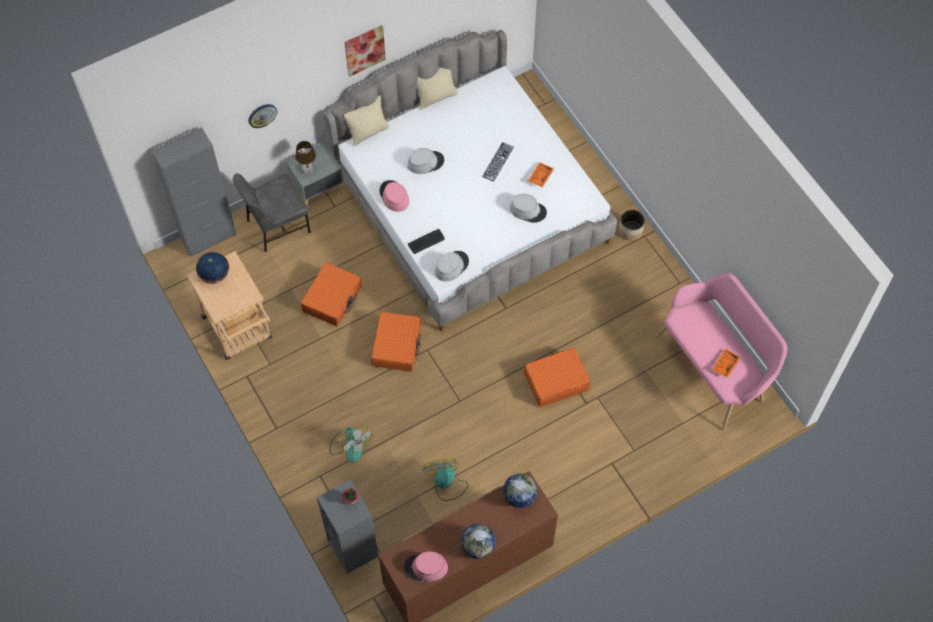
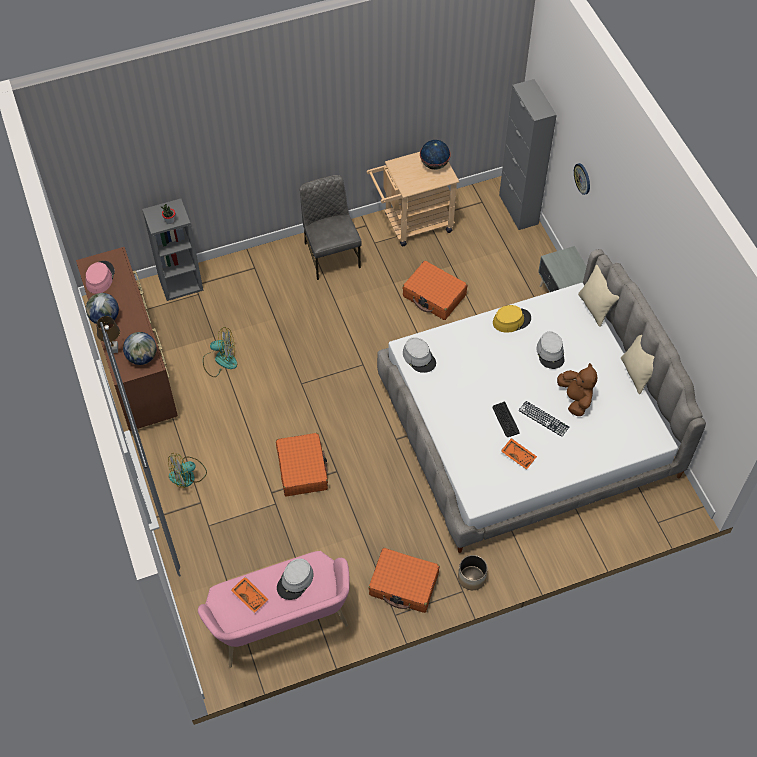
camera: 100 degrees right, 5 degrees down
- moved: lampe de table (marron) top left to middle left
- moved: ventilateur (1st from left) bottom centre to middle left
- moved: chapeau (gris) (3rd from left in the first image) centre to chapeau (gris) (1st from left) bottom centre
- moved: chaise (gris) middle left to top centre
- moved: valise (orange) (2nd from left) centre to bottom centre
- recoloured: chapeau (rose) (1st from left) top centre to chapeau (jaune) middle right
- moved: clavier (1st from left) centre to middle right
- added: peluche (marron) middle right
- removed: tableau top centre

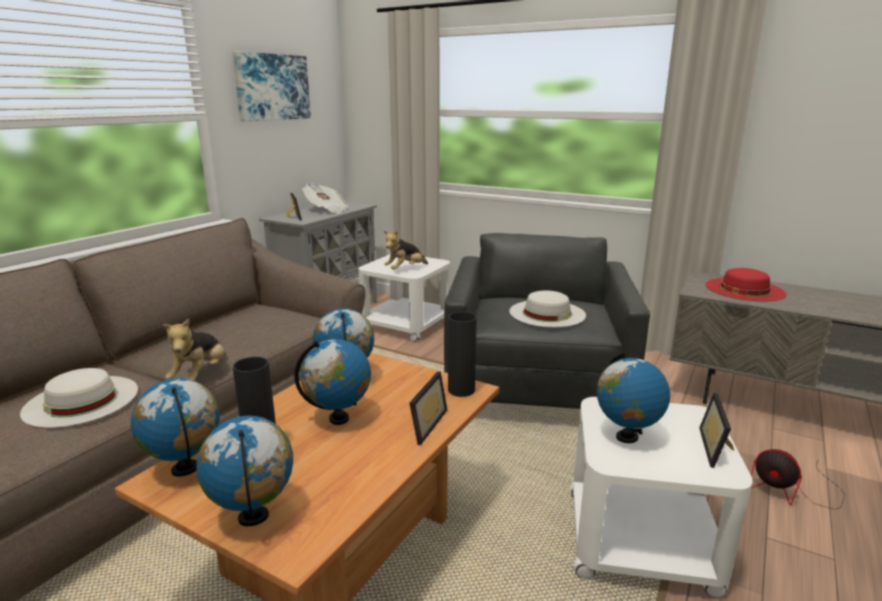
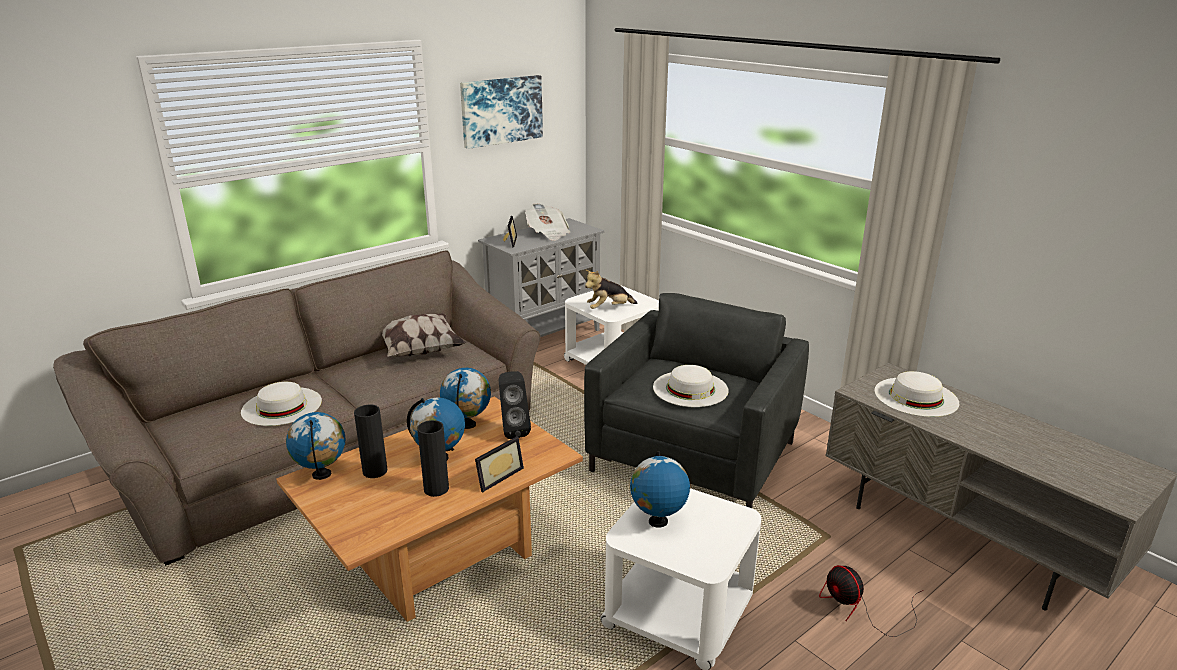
camera: 20 degrees right, 5 degrees up
- added: coussin centre
- moved: vase (noir) (2nd from left) centre to bottom centre
- added: enceinte (noir) centre
- recoloured: chapeau (rouge) middle right to chapeau (blanc) (3rd from left) middle right
- removed: peluche (1st from left) middle left
- removed: globe (2nd from left) bottom left
- removed: cadre photo (3rd from left) bottom right

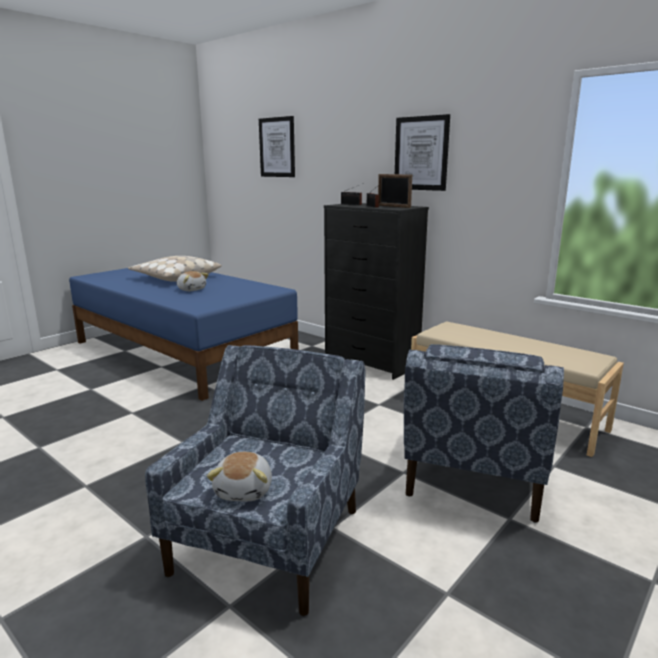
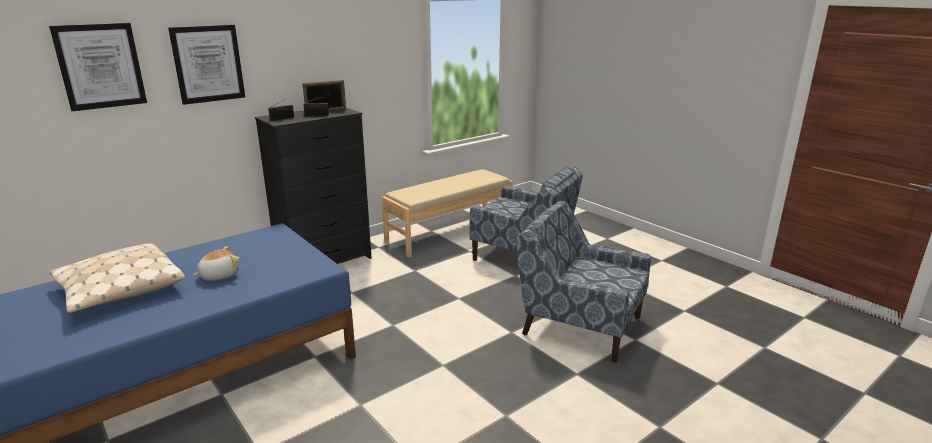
camera: 80 degrees left, 5 degrees up
- moved: tableau (2nd from left) top centre to top left
- removed: peluche (2nd from left) bottom centre

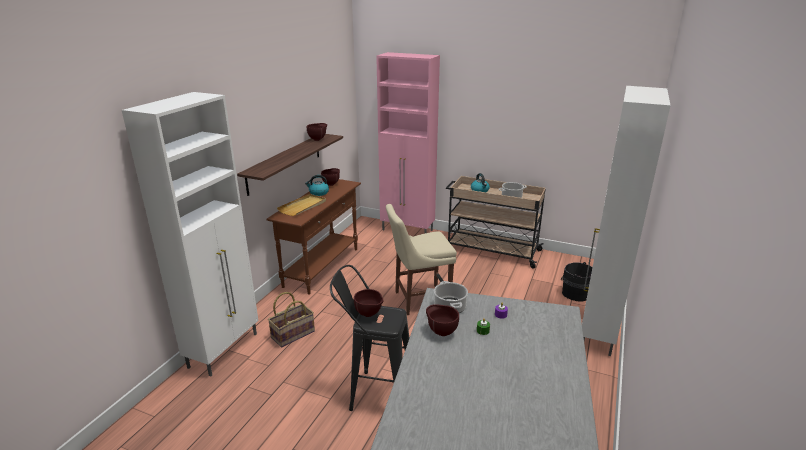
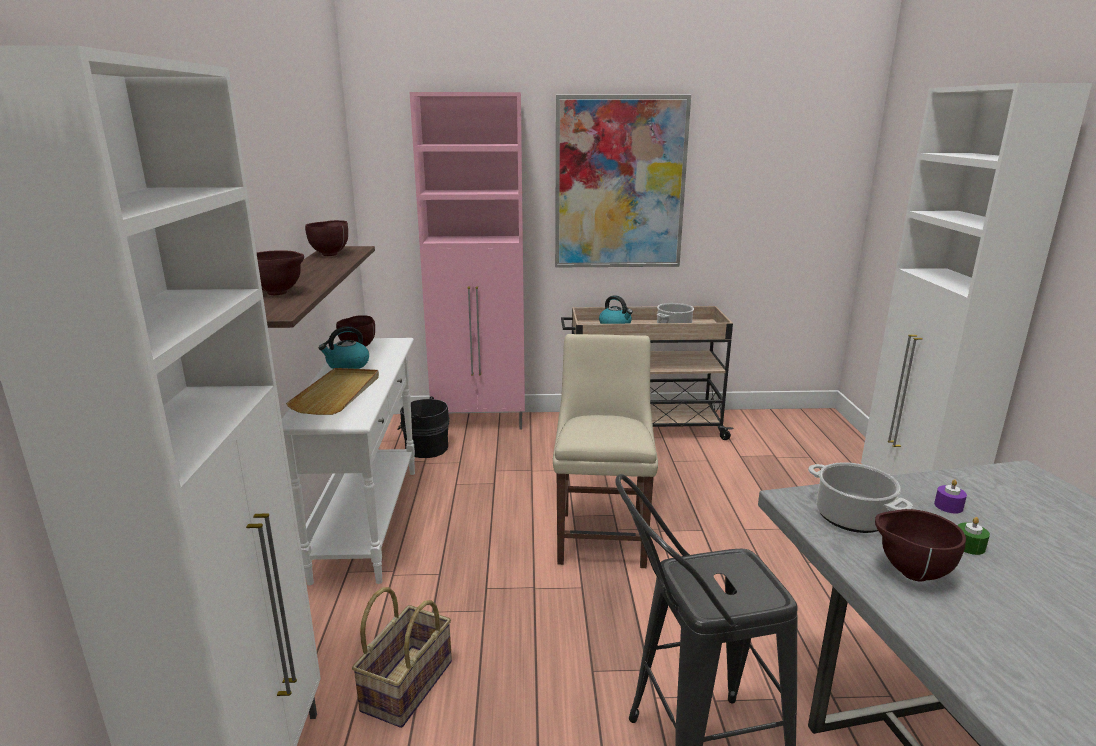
camera: 25 degrees left, 5 degrees down
- moved: bol (marron) (3rd from left in the first image) bottom centre to bol (marron) (1st from left) middle left
- recoloured: table console (marron) centre to table console (blanc) middle left
- moved: seau (noir) middle right to centre
- turned: chaise (beige) centre = centre 135 degrees clockwise
- added: tableau top centre

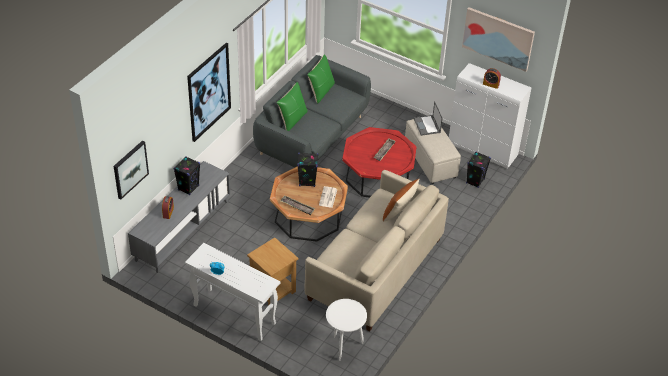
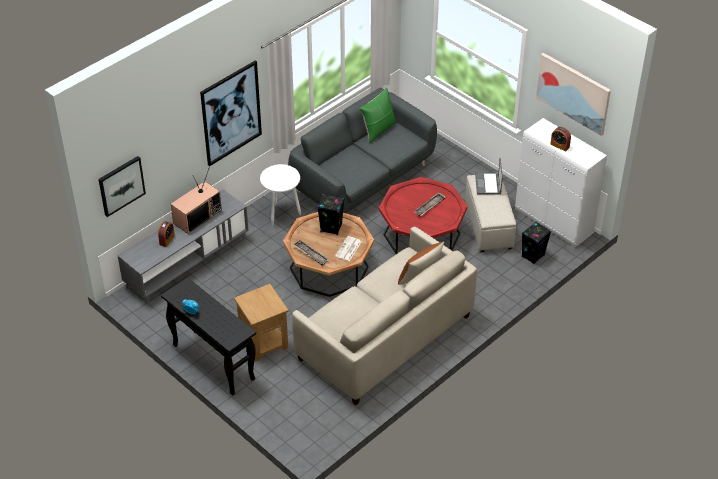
camera: 15 degrees right, 0 degrees up
- recoloured: table console (blanc) bottom centre to table console (noir) bottom left
- replaced: enceinte (noir) (1st from left) middle left to téléviseur middle left
- moved: table d'appoint (blanc) bottom centre to centre
- removed: coussin (vert) (1st from left) top centre

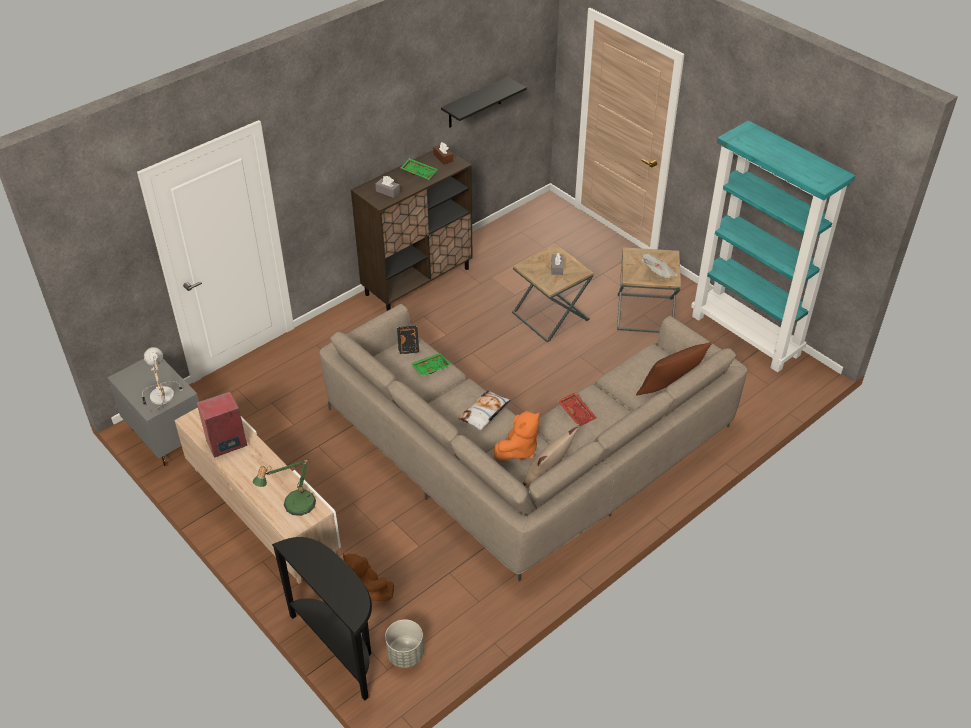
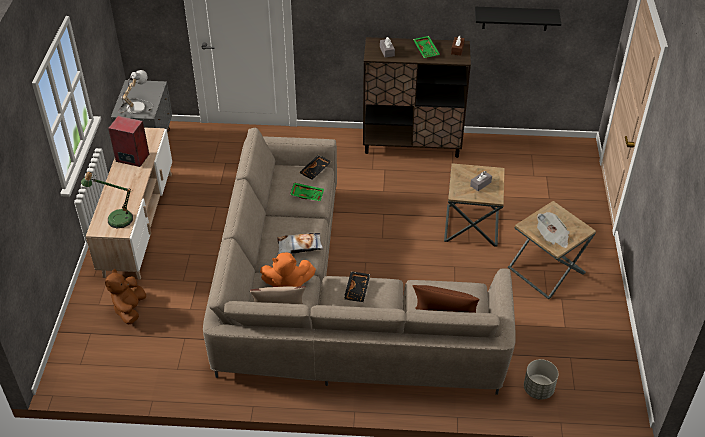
camera: 45 degrees right, 0 degrees up
- recoloured: plateau (rouge) centre to plateau (noir) (2nd from left) centre
- moved: cache-pot (gris) bottom centre to bottom right
- removed: table console (noir) bottom left
- removed: bibliothèque (turquoise) middle right

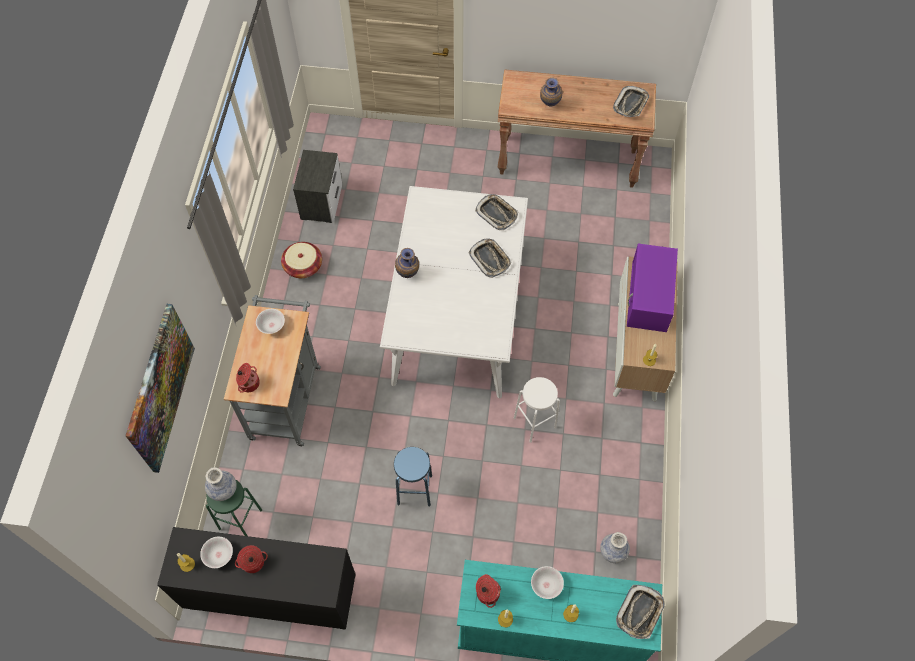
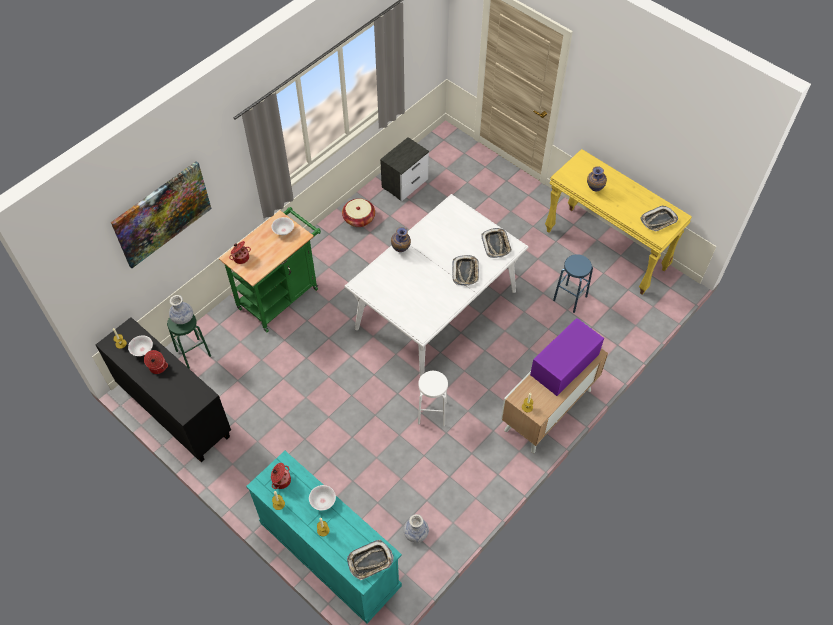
camera: 35 degrees right, 5 degrees down
- recoloured: chariot (gris) middle left to chariot (vert) middle left
- recoloured: table console (marron) top centre to table console (jaune) middle right
- moved: tabouret (bleu) bottom centre to middle right

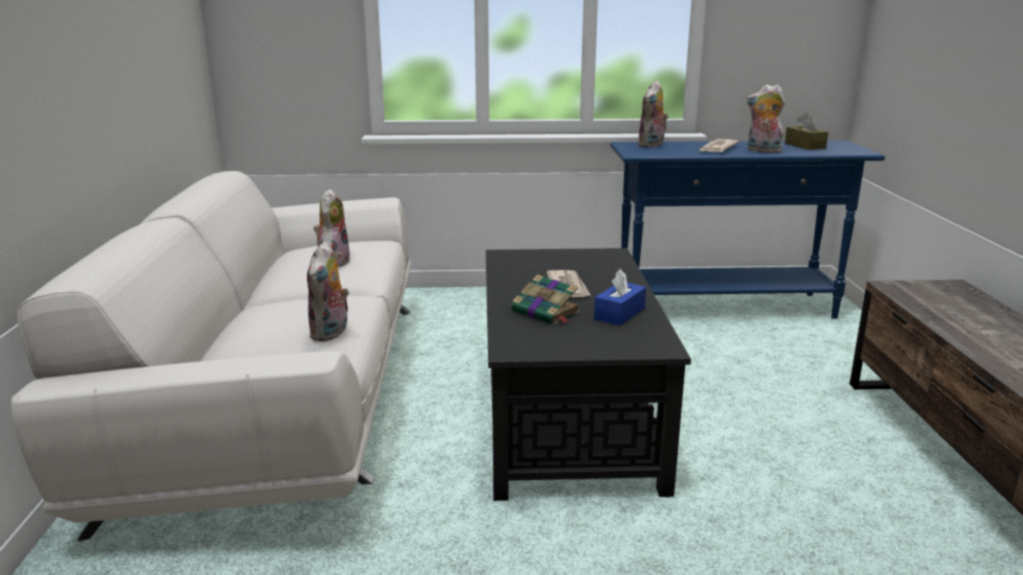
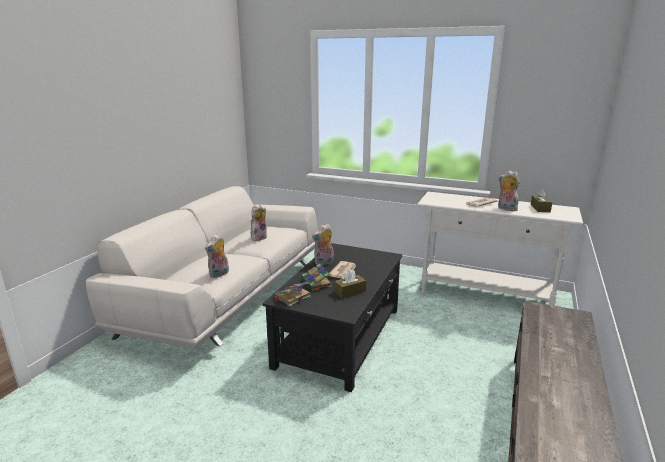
camera: 25 degrees right, 0 degrees up
- added: livre (1st from left) centre
- moved: peluche (3rd from left) top centre to centre
- recoloured: boîte à mouchoirs (bleu) centre to boîte à mouchoirs (marron) (1st from left) centre
- recoloured: table console (bleu) middle right to table console (blanc) middle right

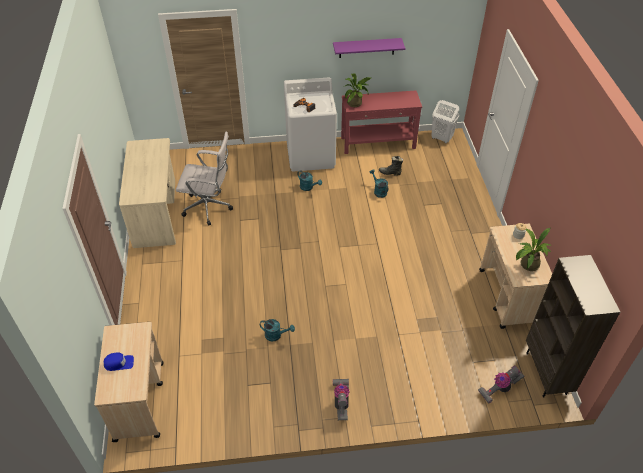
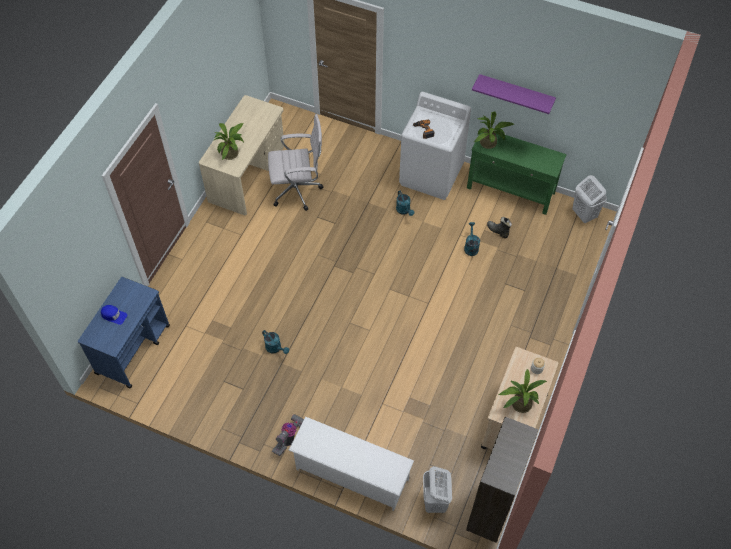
camera: 30 degrees right, 10 degrees up
- recoloured: chariot (beige) (1st from left) bottom left to chariot (bleu) middle left
- added: plante en pot (1st from left) top left
- turned: chaise de bureau (blanc) middle left = top centre 45 degrees counterclockwise
- added: étagère à chaussures (blanc) bottom centre
- replaced: aspirateur (2nd from left) bottom right to panier à linge (blanc) (1st from left) bottom centre
- recoloured: table console (rouge) top centre to table console (vert) top right

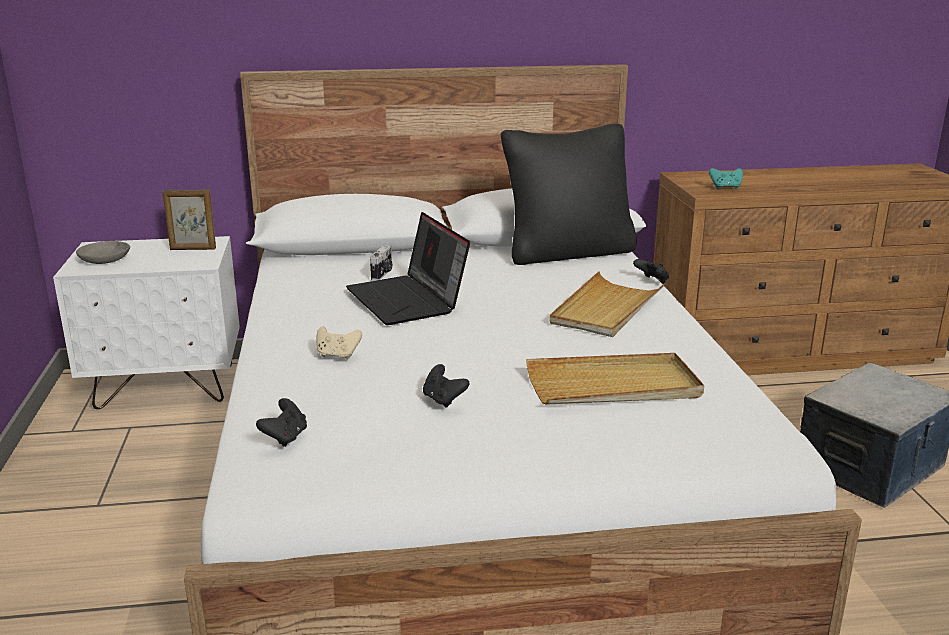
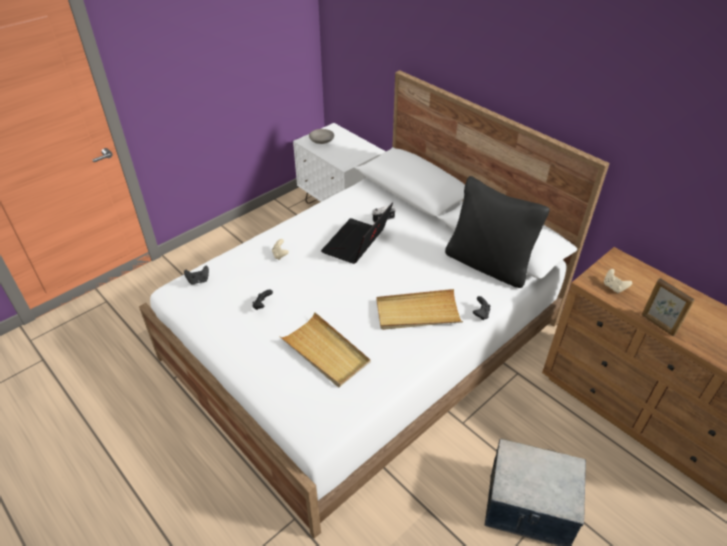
camera: 55 degrees right, 20 degrees up
- recoloured: manette (turquoise) top right to manette (beige) (2nd from left) middle right
- moved: cadre photo middle left to middle right

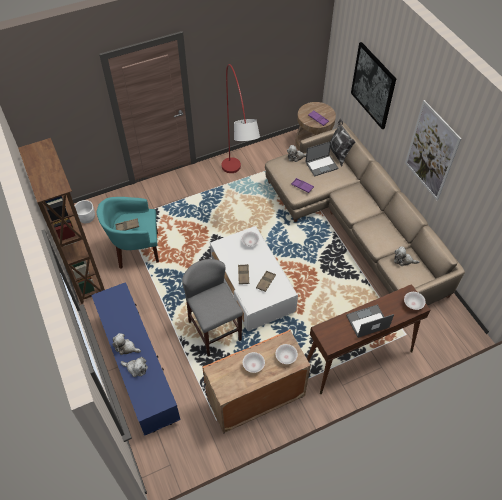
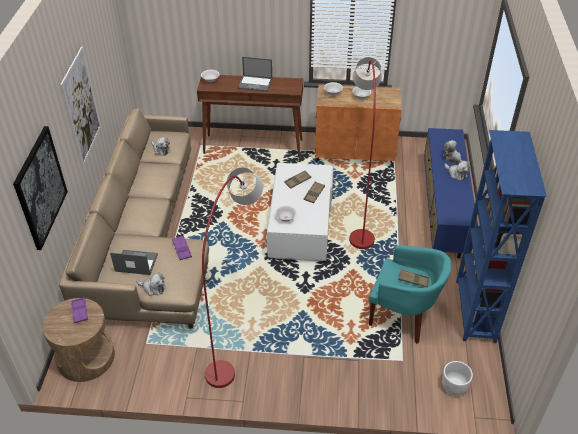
camera: 150 degrees left, 10 degrees down
- replaced: tabouret (gris) centre to lampadaire (rouge) (2nd from left) centre
- recoloured: bibliothèque (marron) middle left to bibliothèque (bleu) middle right
- removed: coussin top right

